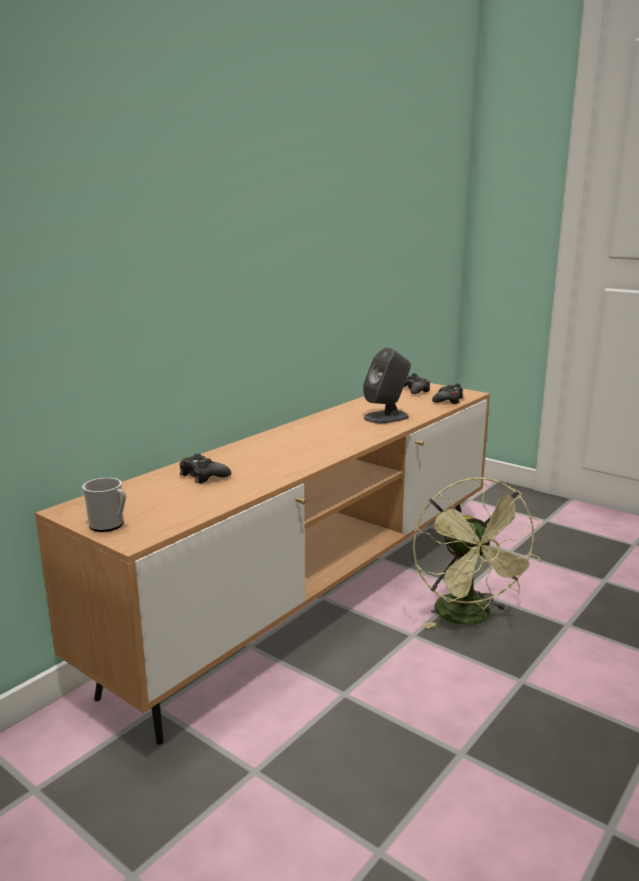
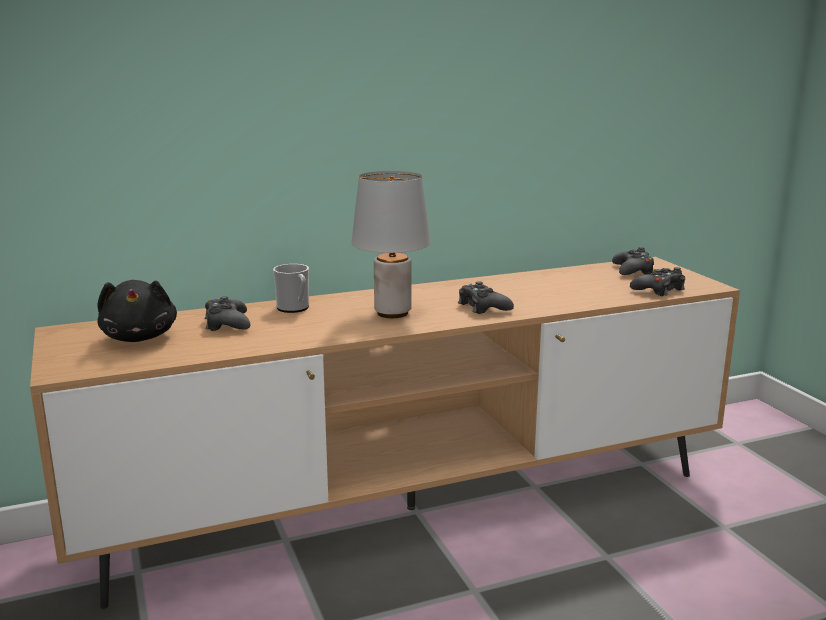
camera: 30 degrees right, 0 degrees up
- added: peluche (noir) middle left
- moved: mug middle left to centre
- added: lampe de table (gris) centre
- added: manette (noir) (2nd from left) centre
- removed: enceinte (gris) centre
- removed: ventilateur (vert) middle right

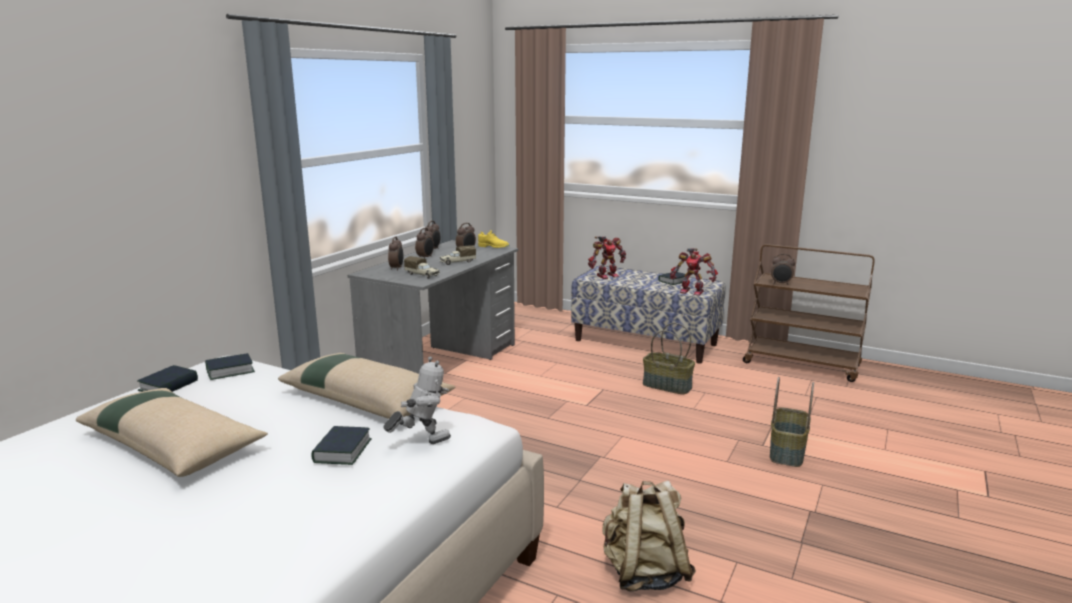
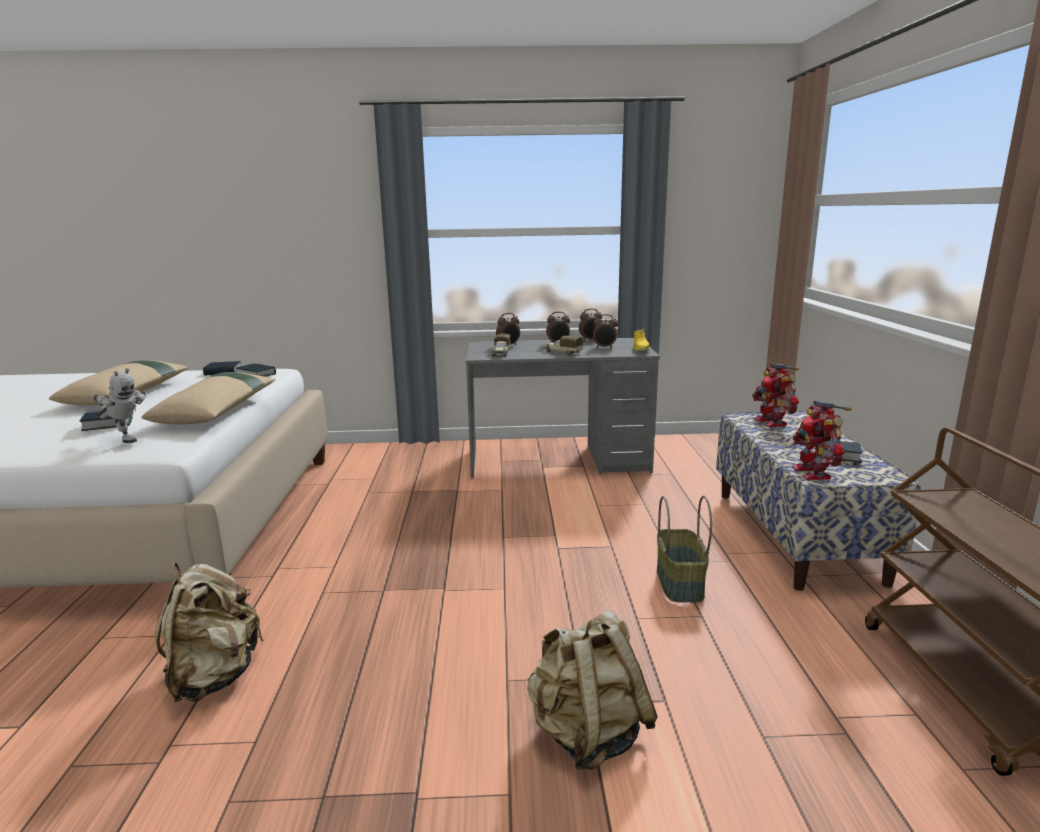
camera: 60 degrees right, 0 degrees up
- replaced: panier (2nd from left) bottom right to sac à dos (beige) (2nd from left) bottom centre
- turned: robot jouet (2nd from left) centre = middle right 45 degrees clockwise
- removed: réveil (5th from left) middle right

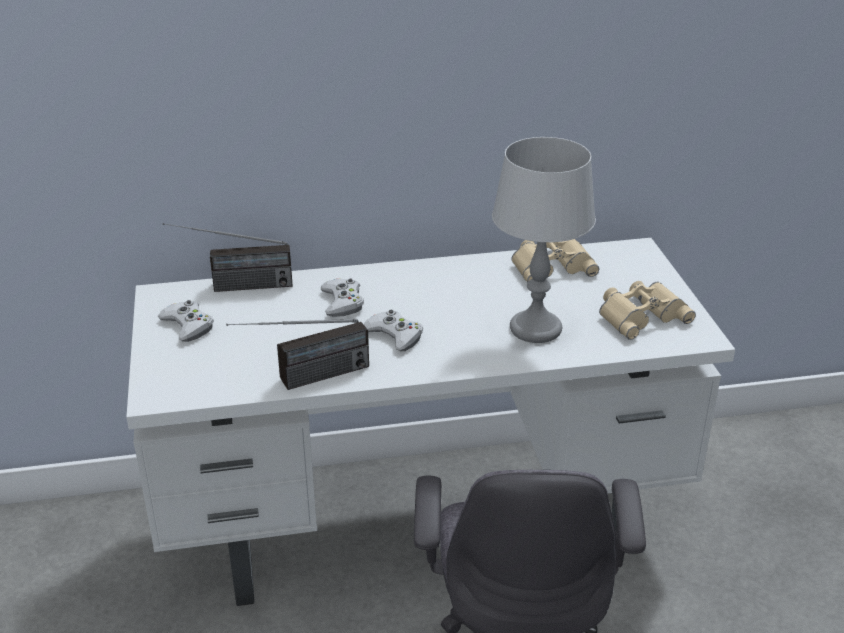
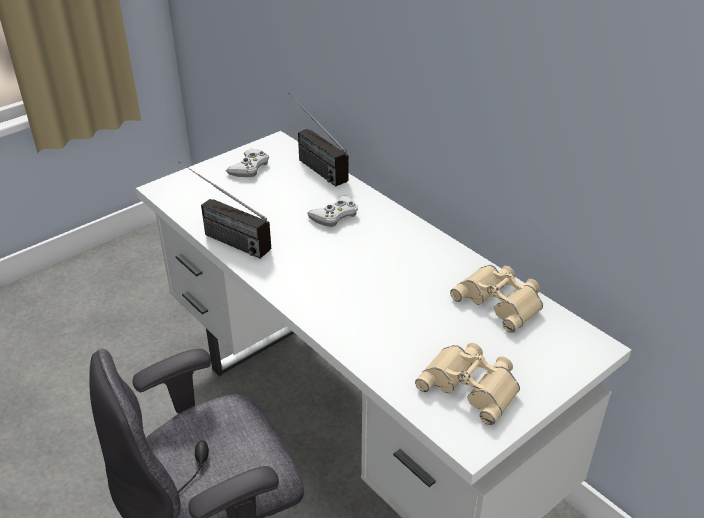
camera: 60 degrees right, 5 degrees up
- removed: manette (blanc) (3rd from left) centre
- removed: lampe de table (gris) centre

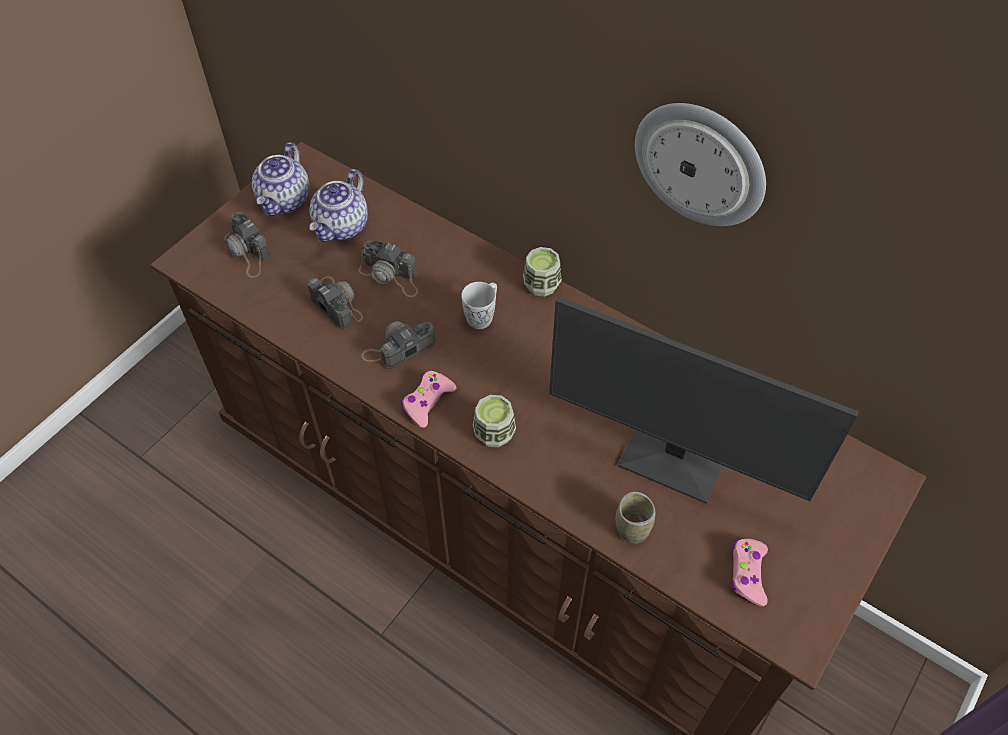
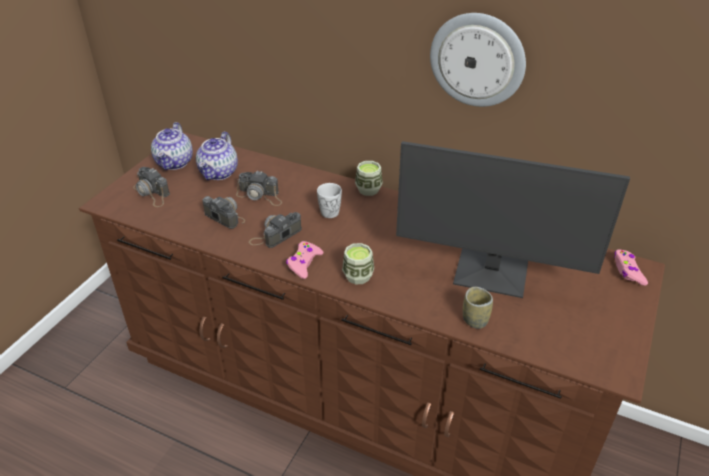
camera: 10 degrees left, 15 degrees down
- moved: manette (rose) (2nd from left) bottom right to middle right

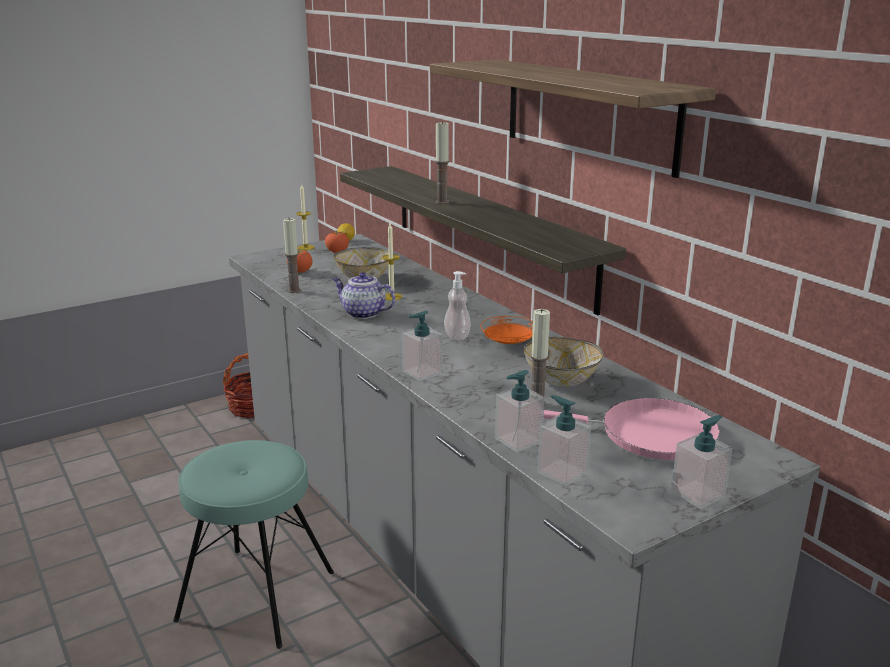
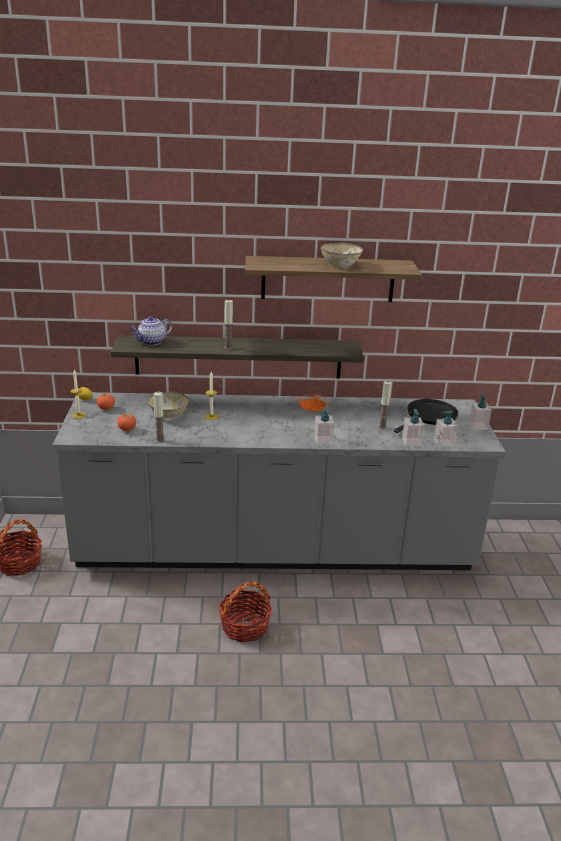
camera: 60 degrees left, 5 degrees up
- moved: théière centre to middle left
- replaced: tabouret (turquoise) bottom left to panier (2nd from left) bottom centre
- moved: bol (2nd from left) centre to top centre
- recoloured: poêle (rose) middle right to poêle (noir) middle right
- removed: distributeur de savon (2nd from left) centre

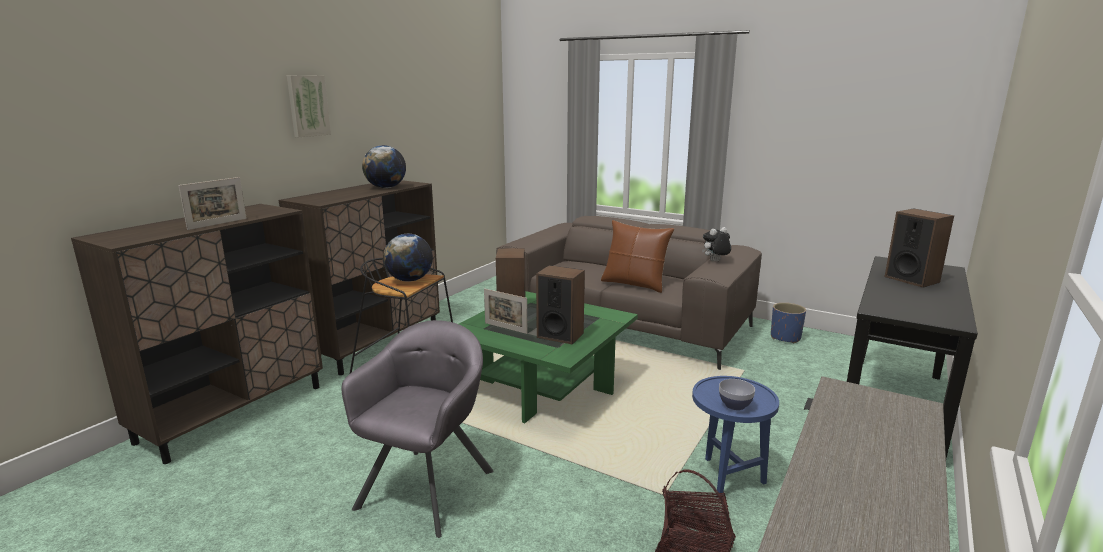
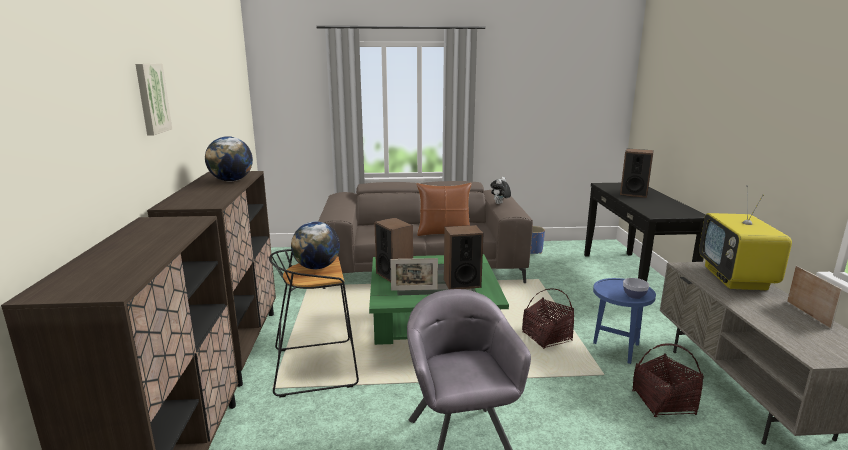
camera: 35 degrees left, 0 degrees up
- added: panier (1st from left) bottom centre
- added: téléviseur middle right
- moved: cadre photo (1st from left in the first image) middle left to cadre photo (2nd from left) middle right

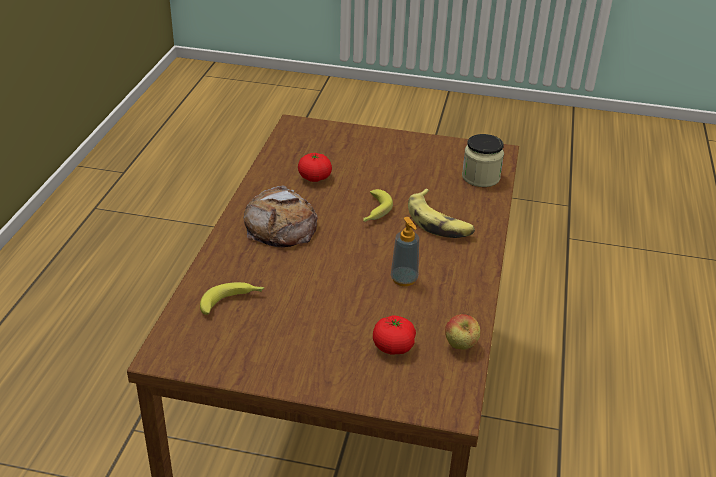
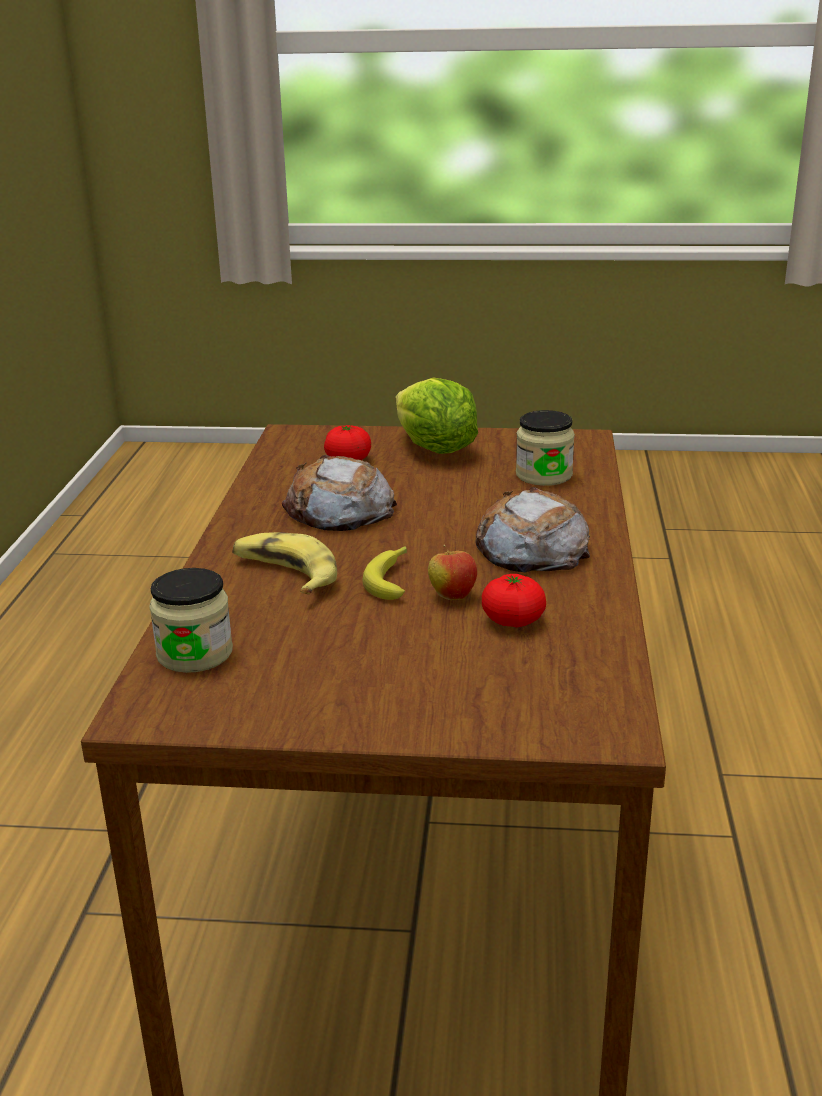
camera: 175 degrees right, 10 degrees down
- replaced: distributeur de savon centre to pain (1st from left) centre
- added: laitue centre
- moved: pomme bottom centre to centre
- replaced: banane (1st from left) middle left to bocal (2nd from left) centre

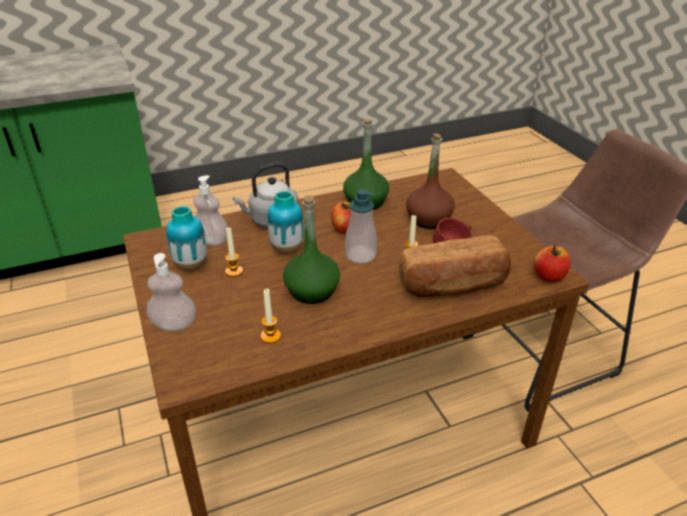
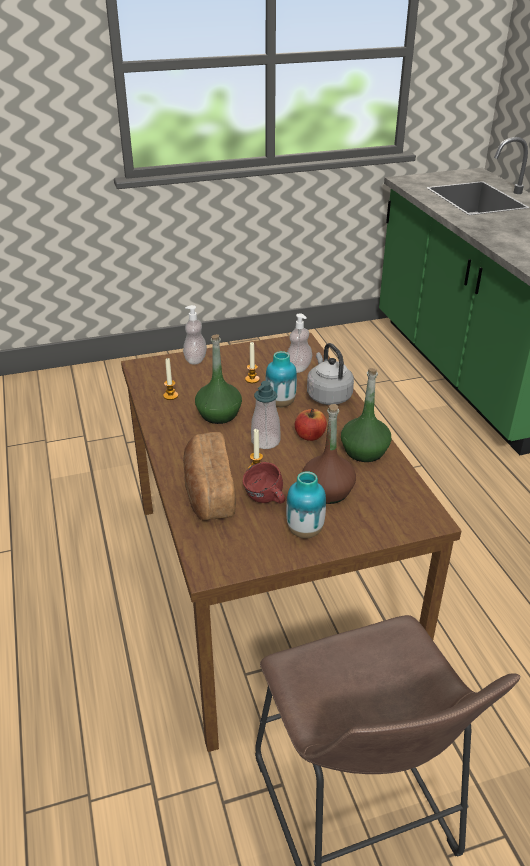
camera: 95 degrees right, 0 degrees up
- moved: vase (1st from left in the first image) middle left to vase (2nd from left) centre
- removed: pomme (2nd from left) middle right

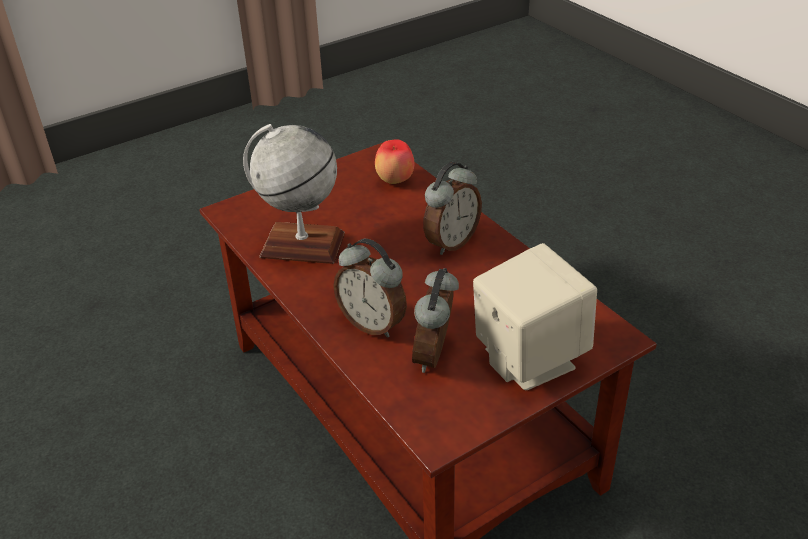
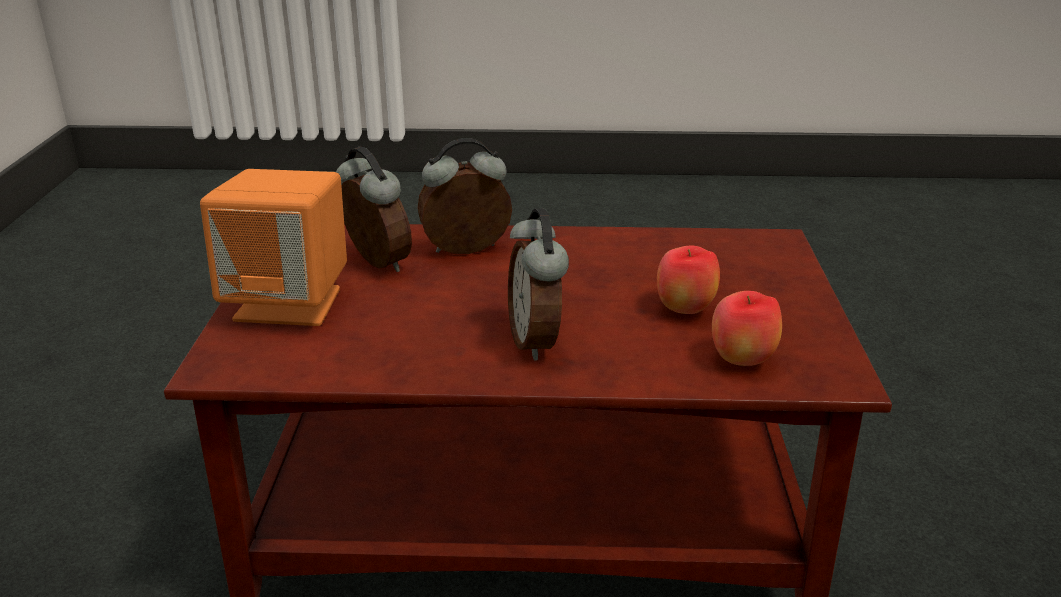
camera: 125 degrees right, 10 degrees down
- recoloured: enceinte (beige) centre to enceinte (orange) middle left
- added: pomme (1st from left) centre
- removed: globe centre

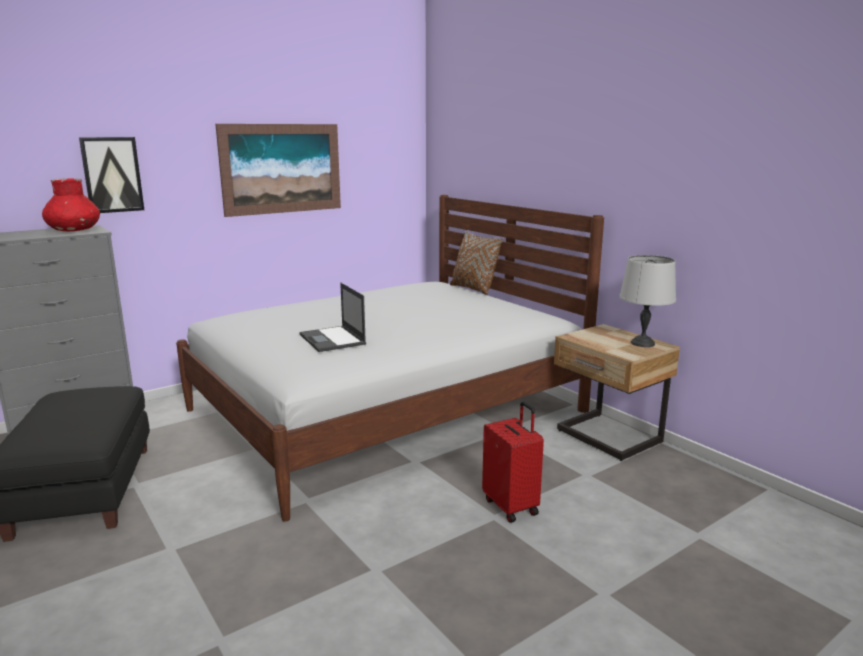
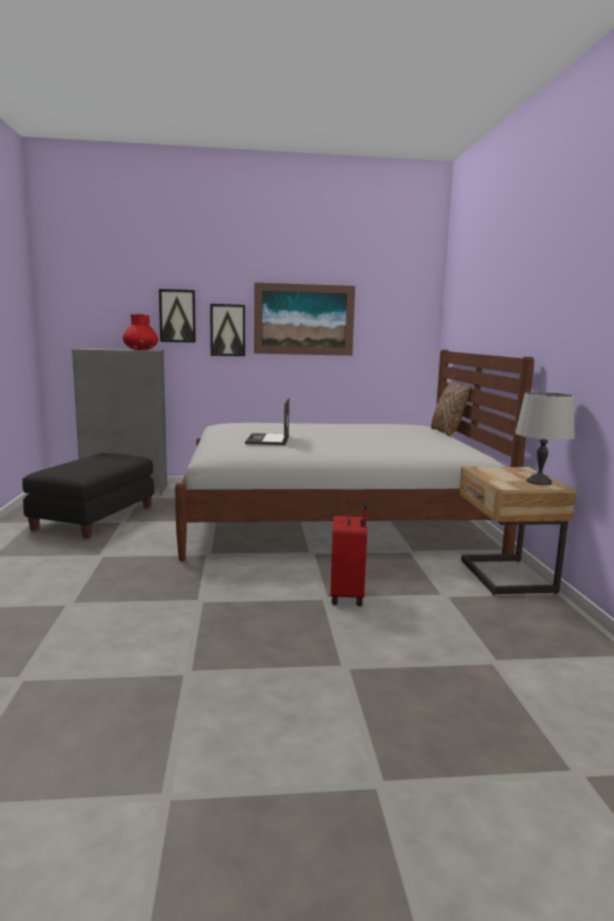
camera: 30 degrees right, 5 degrees down
- added: tableau (2nd from left) centre

